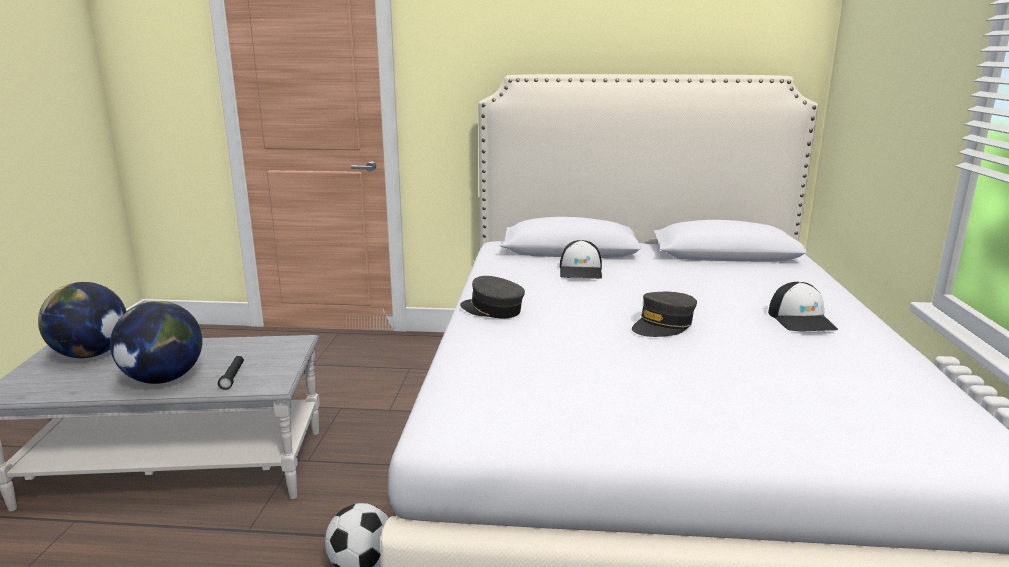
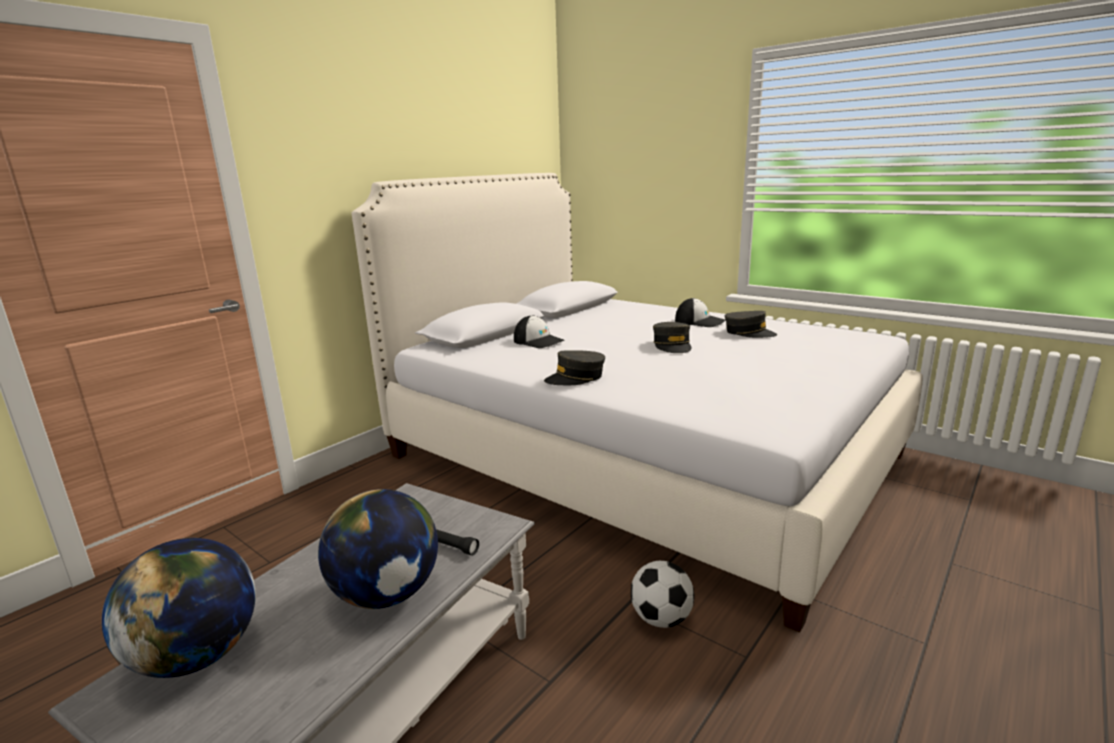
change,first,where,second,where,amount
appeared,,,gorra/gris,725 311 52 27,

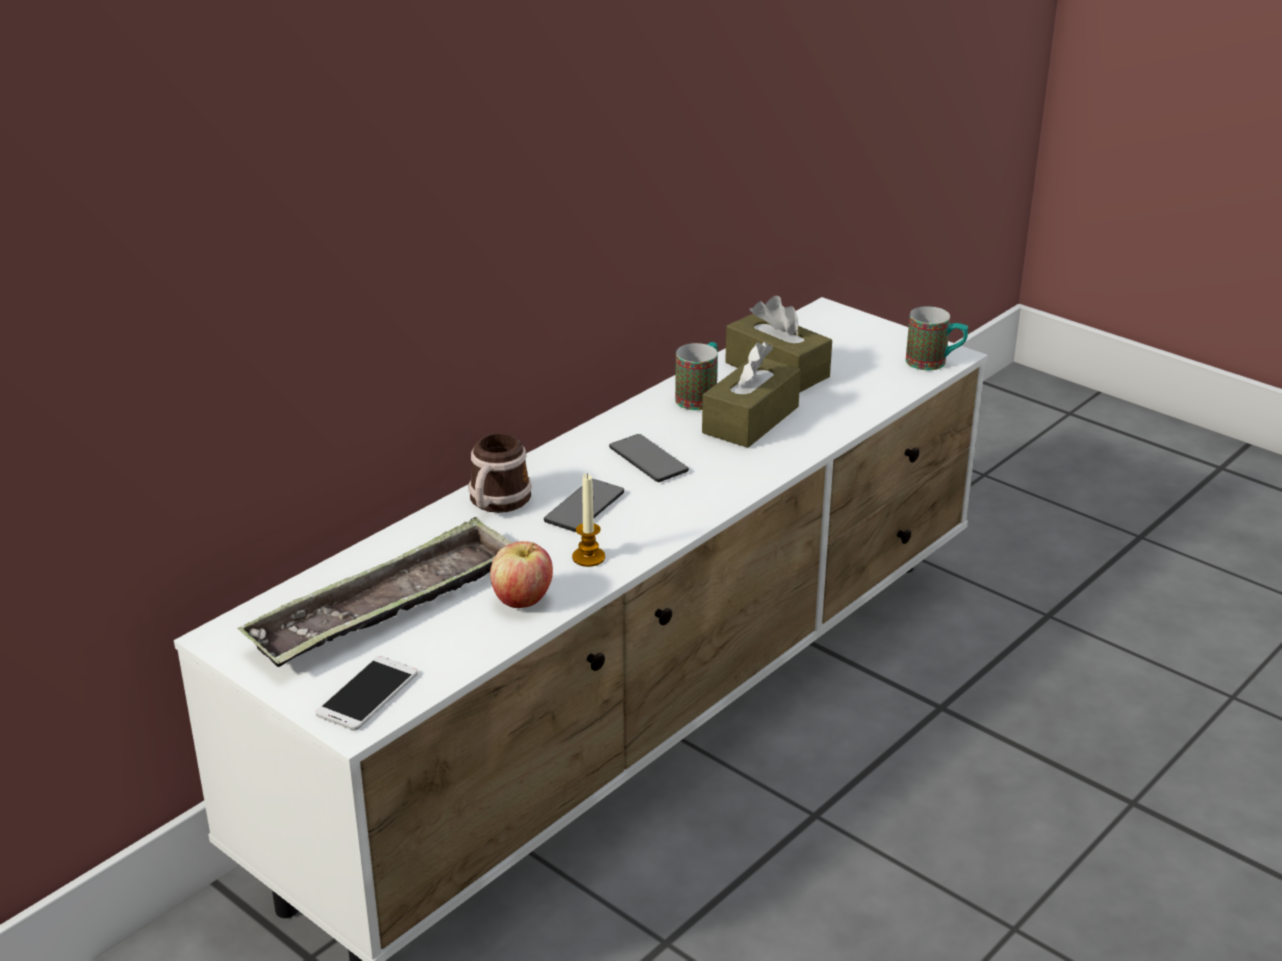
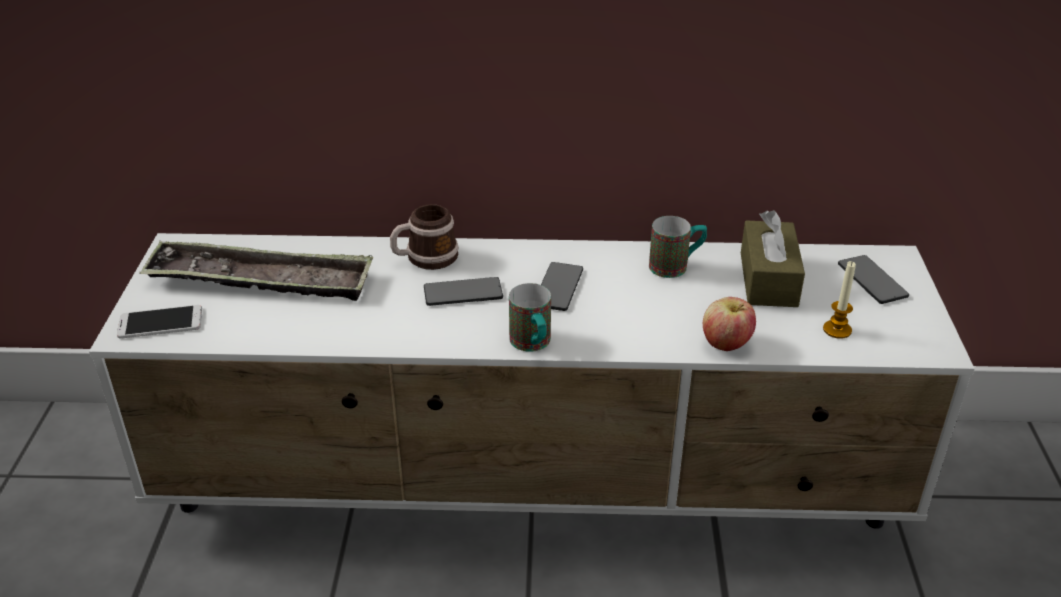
change,first,where,second,where,amount
relocated,manzana,490 541 63 67,,703 297 53 54,
relocated,vela,572 473 33 94,,823 261 33 78,
missing,caja de pañuelos/marrón,702 342 99 106,,,
relocated,taza grande,906 306 62 64,,509 283 42 69,
appeared,,,móvil,838 255 71 49,

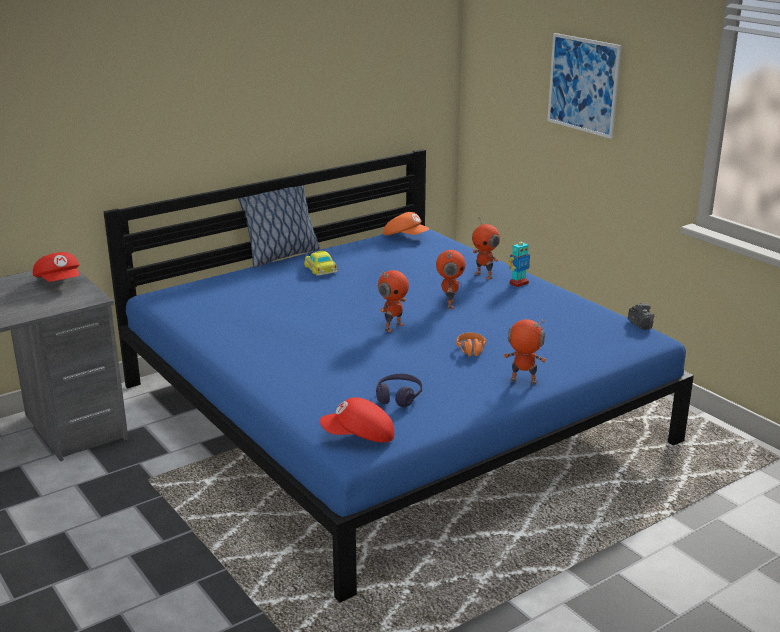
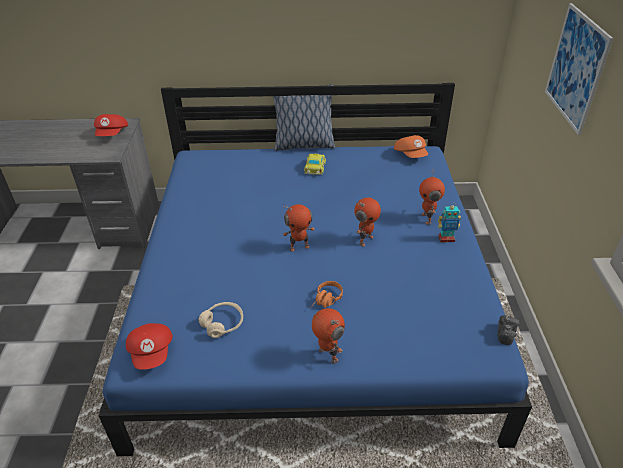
change,first,where,second,where,amount
spun,gorra/rojo,320 397 74 46,,126 323 47 47,135 degrees counterclockwise
colour,auriculares/morado,376 374 46 33,auriculares/beis,199 302 44 36,

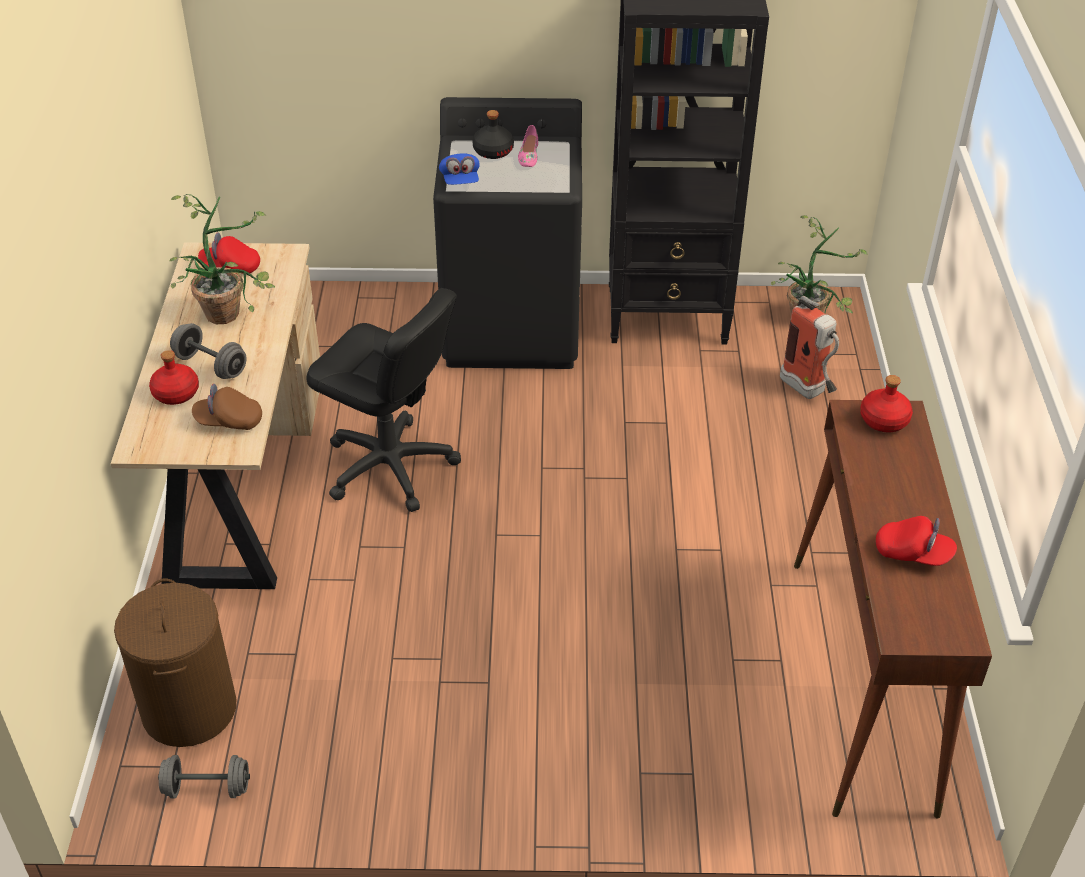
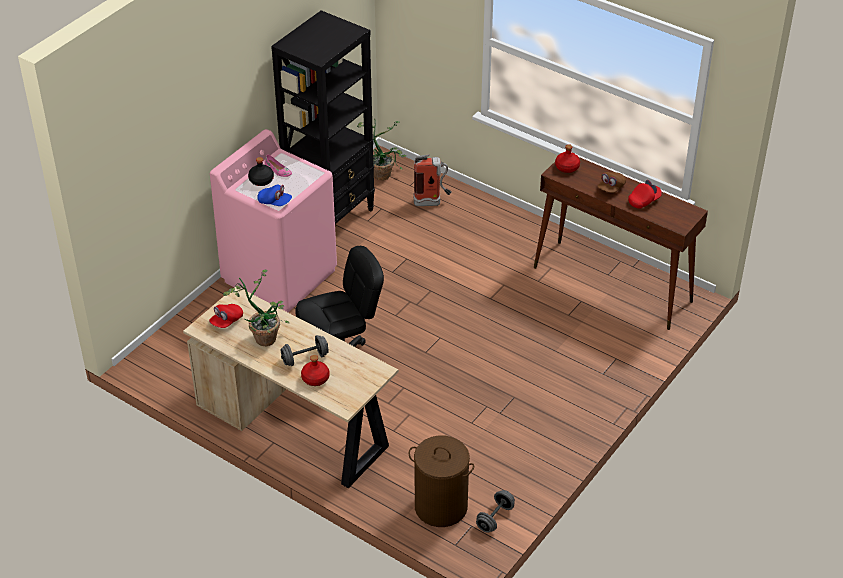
change,first,where,second,where,amount
relocated,gorra/marrón,192 384 70 46,,597 172 29 21,
colour,lavadora/negro,433 97 149 272,lavadora/rosa,210 129 127 183,

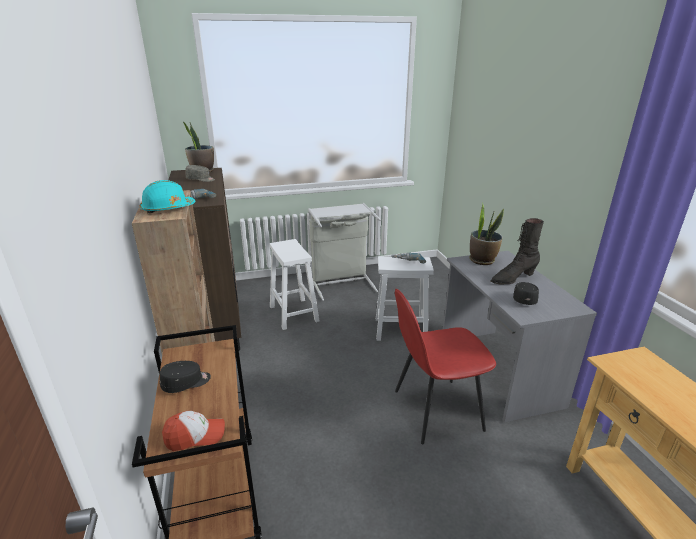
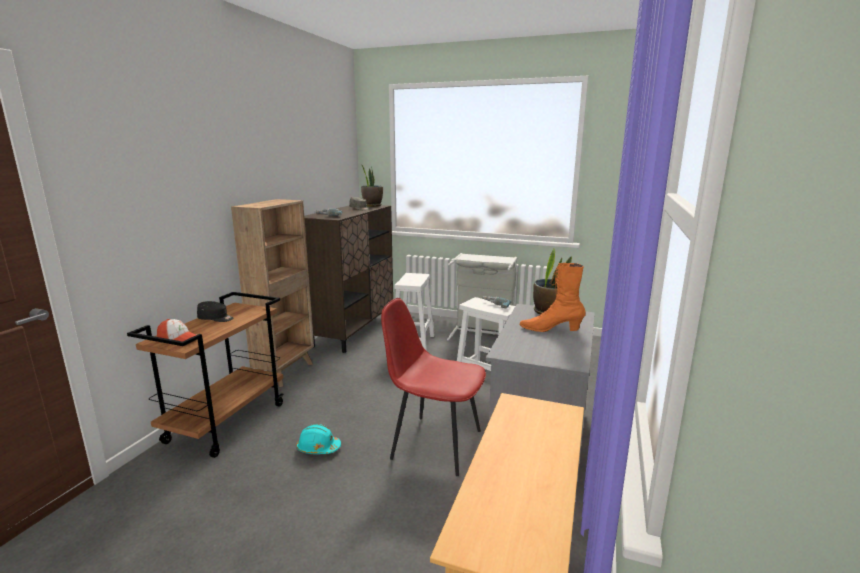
change,first,where,second,where,amount
relocated,casco/turquesa,140 180 55 33,,296 424 45 30,
colour,bota/negro,490 218 54 66,bota/naranja,519 263 66 69,
missing,gorra/negro,513 282 26 23,,,

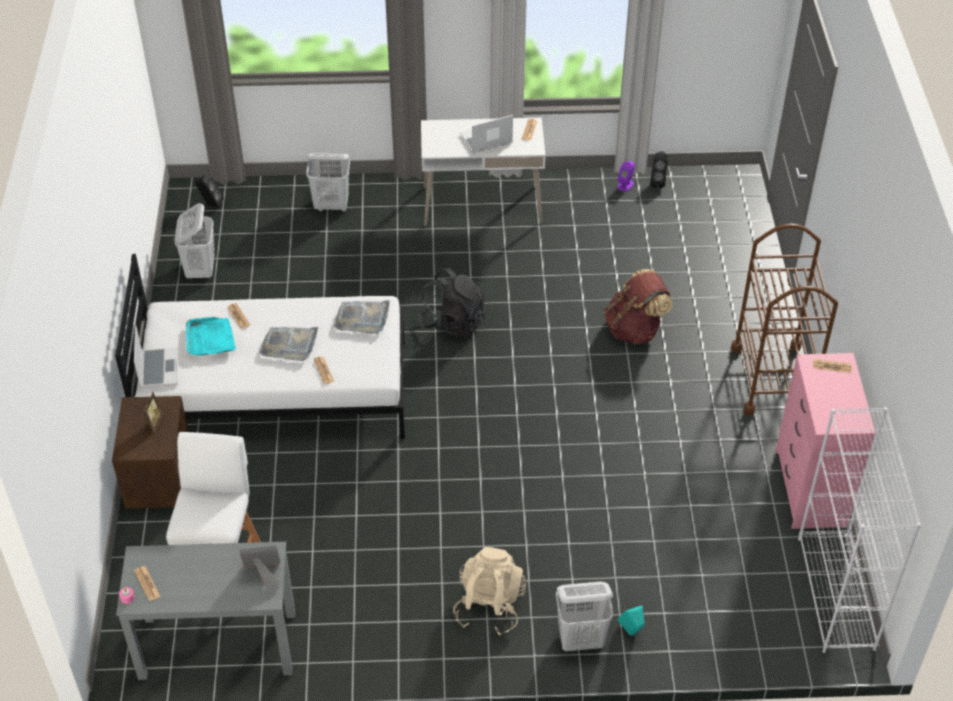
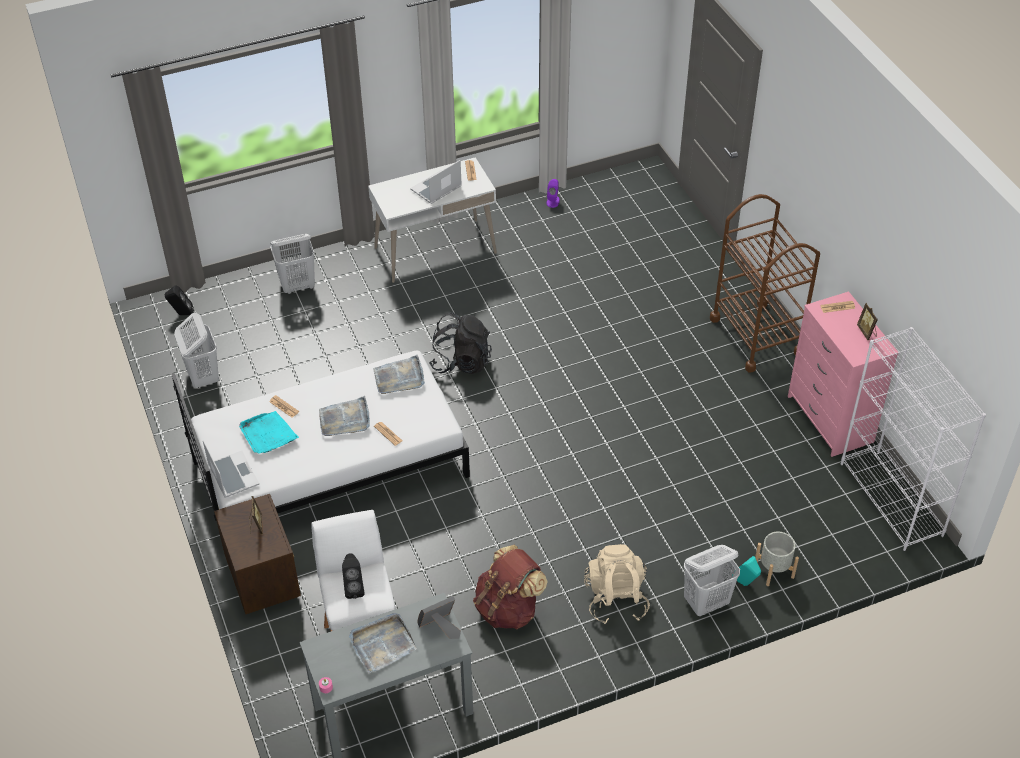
change,first,where,second,where,amount
missing,periódico,134 566 26 35,,,
relocated,mochila/marrón,604 269 69 76,,473 544 75 86,
relocated,altavoz/negro,650 151 18 37,,342 553 22 46,
appeared,,,bandeja/gris,349 613 68 60,
appeared,,,maceta/gris,755 532 44 54,
appeared,,,portarretratos,857 303 21 37,

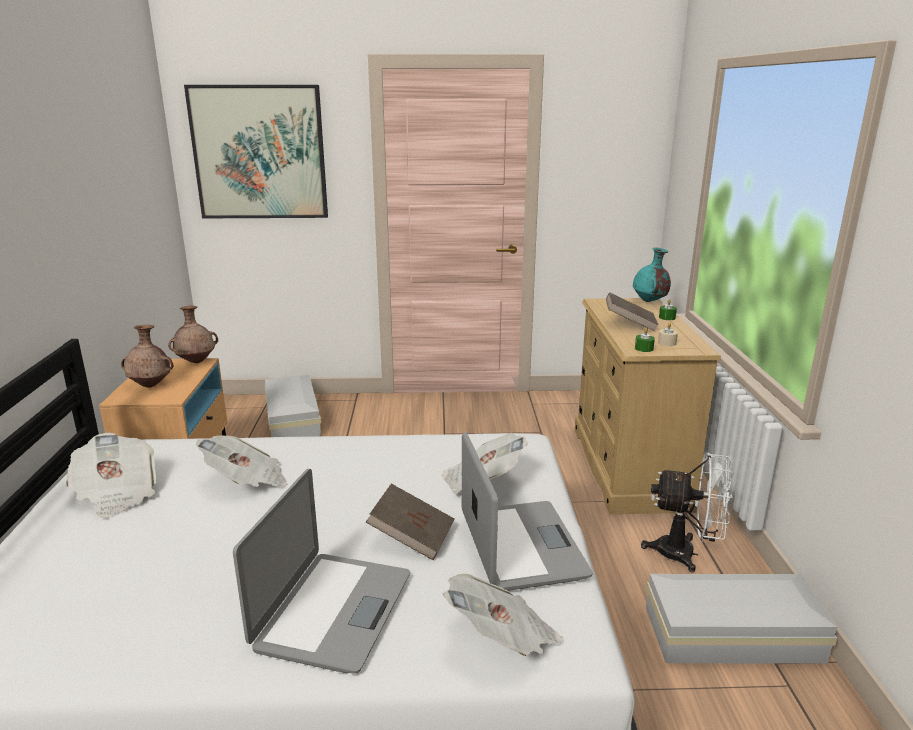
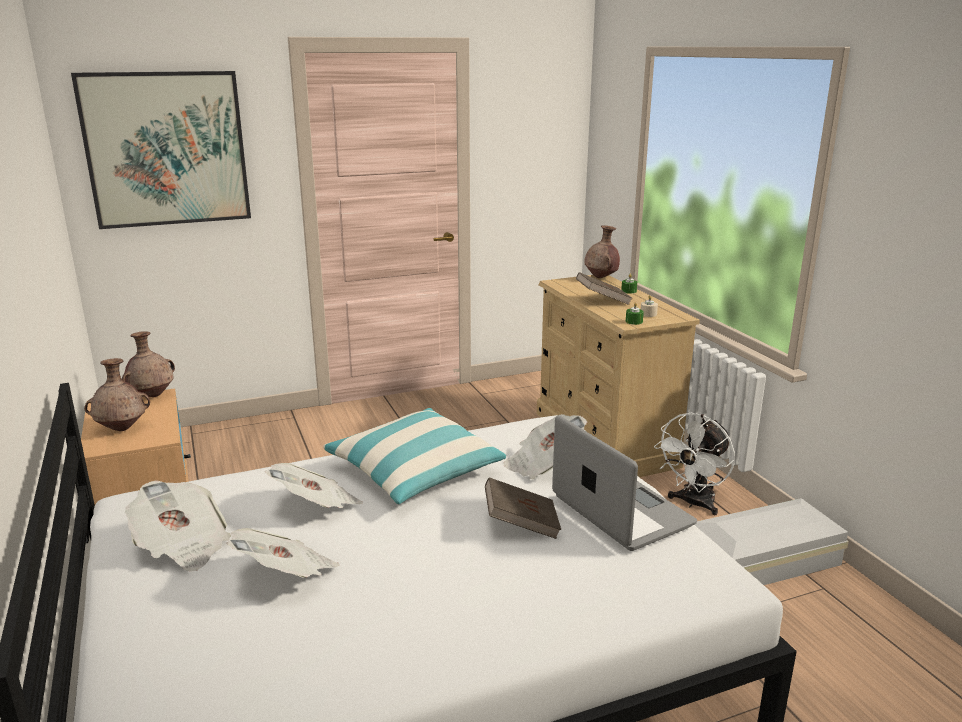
change,first,where,second,where,amount
missing,portátil,233 469 177 205,,,
missing,caja de almacenaje/blanco,265 375 56 62,,,
relocated,periódico,443 574 121 82,,226 528 113 50,
colour,florero/turquesa,633 247 38 55,florero/marrón,584 225 36 53,
spun,ventilador/blanco,641 452 92 121,,654 413 81 102,135 degrees clockwise
appeared,,,cojín,323 408 183 96,

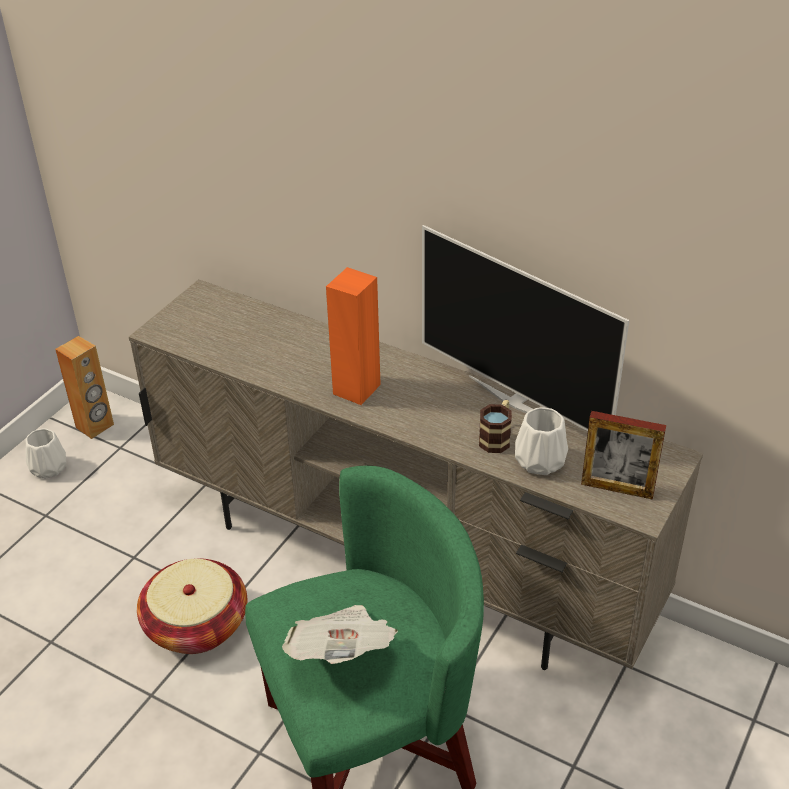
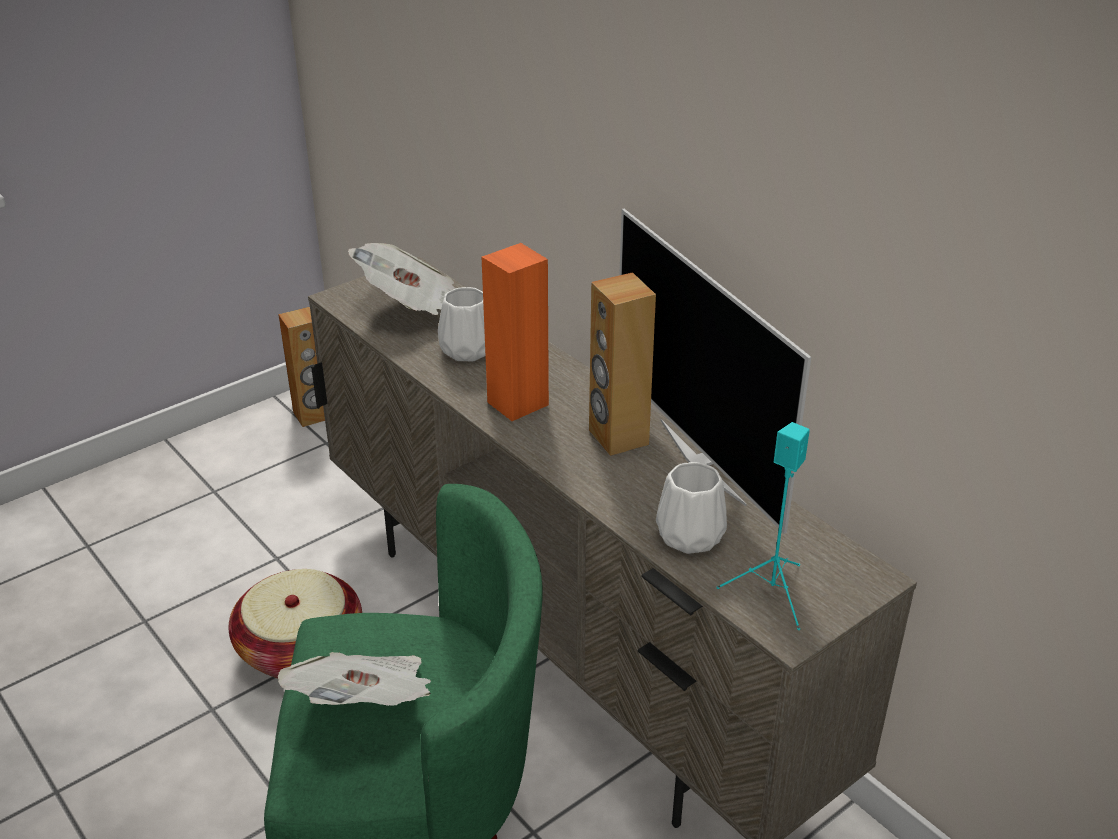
change,first,where,second,where,amount
relocated,florero/blanco,25 428 42 51,,438 287 47 74,
missing,taza grande,479 400 33 53,,,
exchanged,portarretratos,581 411 85 89,altavoz/turquesa,716 422 94 208,
appeared,,,periódico,348 243 108 72,
appeared,,,altavoz/marrón,589 272 67 184,

